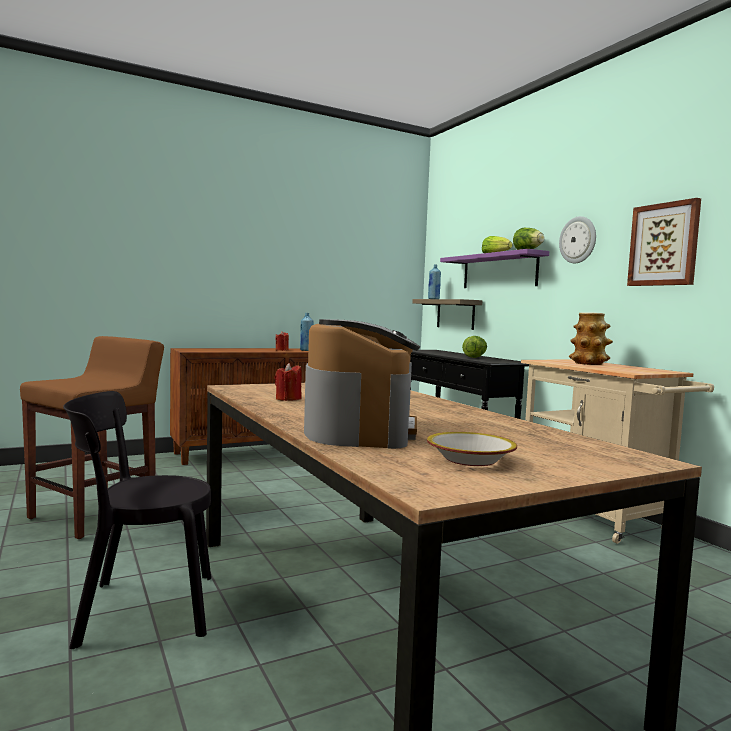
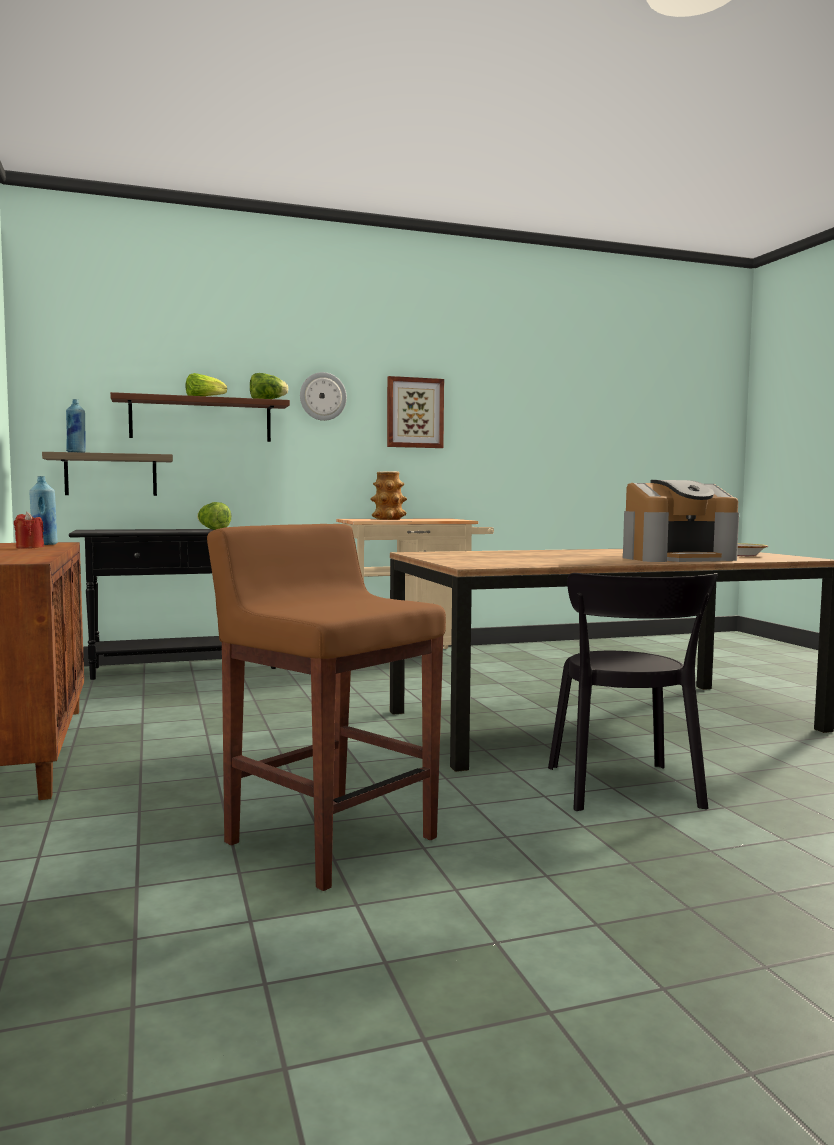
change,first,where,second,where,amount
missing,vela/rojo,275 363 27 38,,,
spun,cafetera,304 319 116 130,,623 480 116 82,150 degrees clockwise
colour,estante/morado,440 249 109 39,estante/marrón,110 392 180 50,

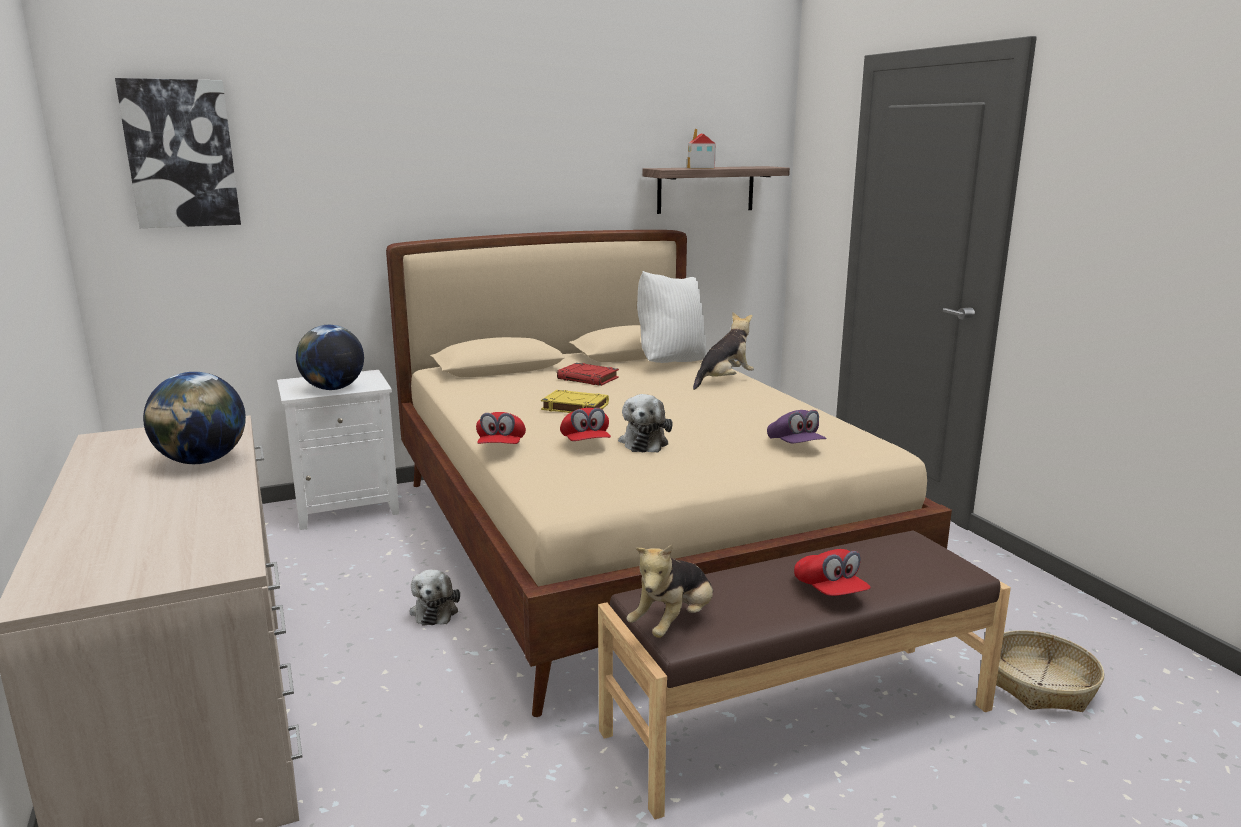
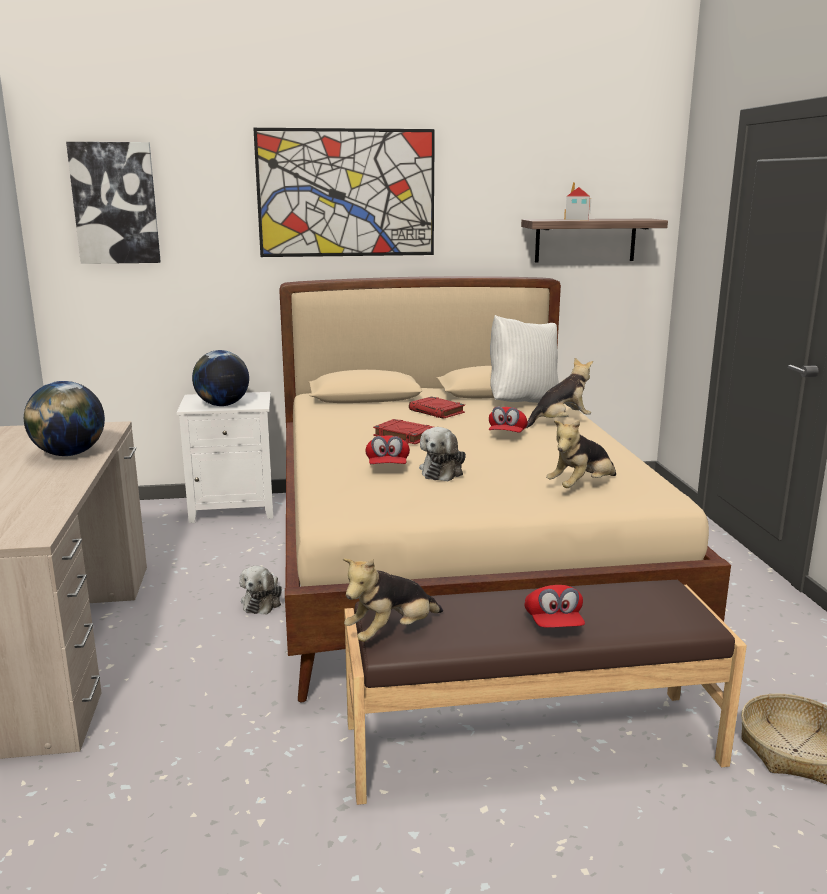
change,first,where,second,where,amount
relocated,gorra/rojo,476 412 50 32,,489 406 39 27,
colour,libro/amarillo,541 390 68 23,libro/rojo,373 419 60 25,
exchanged,gorra/morado,767 410 60 33,peluche,546 420 70 68,
appeared,,,cuadro,253 128 182 129,

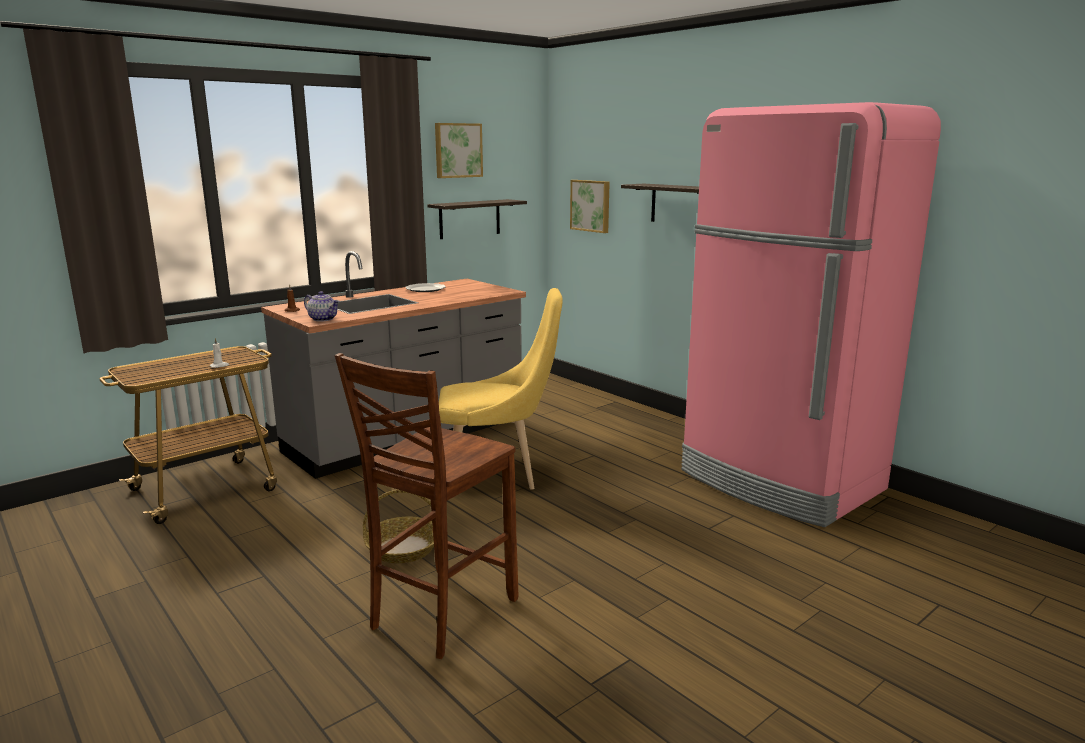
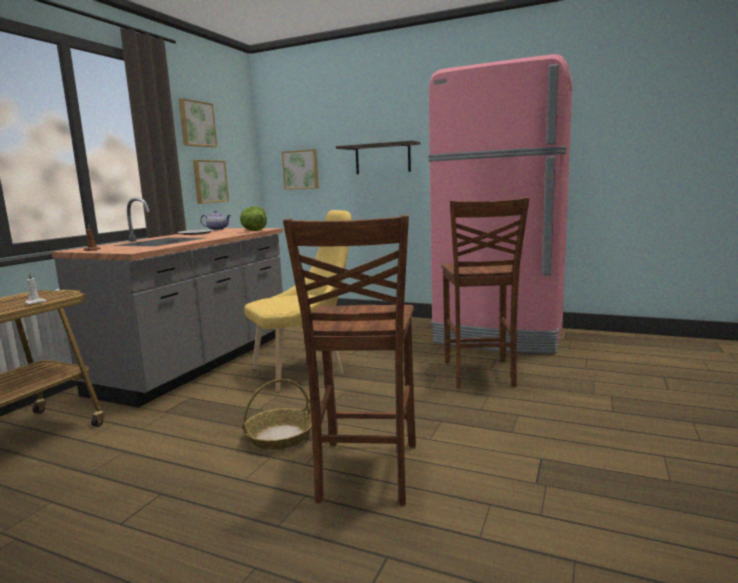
change,first,where,second,where,amount
relocated,tetera,304 291 36 31,,200 211 31 19,
exchanged,estante,427 199 100 40,cuadro,193 160 36 44,
appeared,,,lechuga,240 206 27 25,
appeared,,,silla/marrón,441 197 89 192,

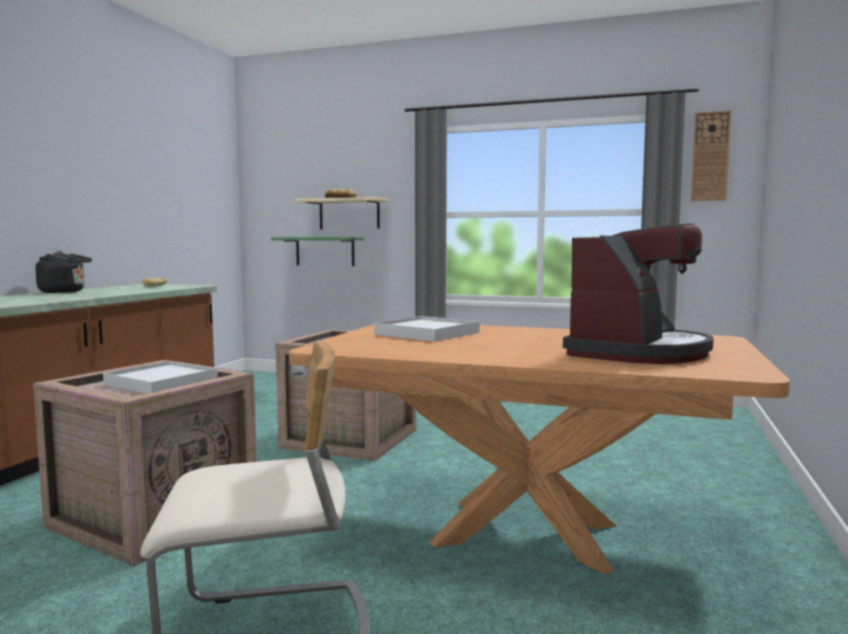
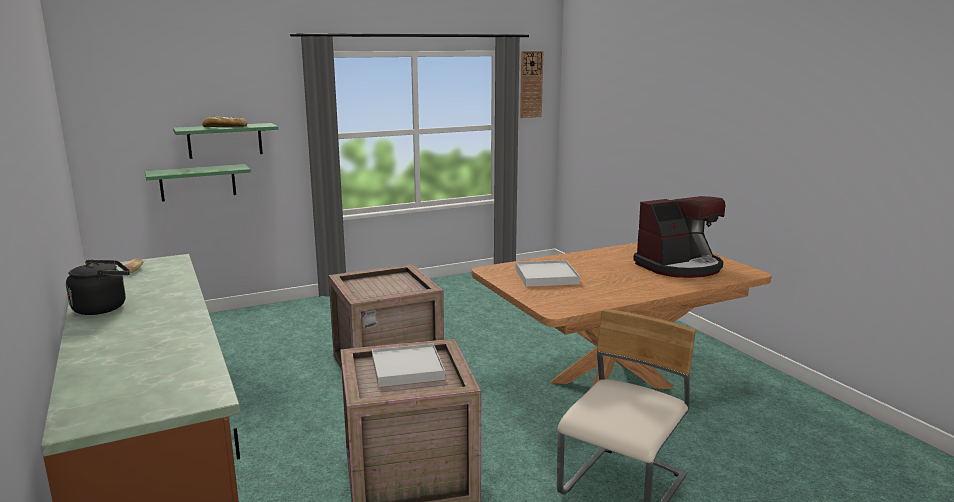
change,first,where,second,where,amount
colour,estante/beis,295 197 95 32,estante/verde,173 123 105 36,
spun,cafetera,563 223 151 141,,633 196 92 82,75 degrees clockwise

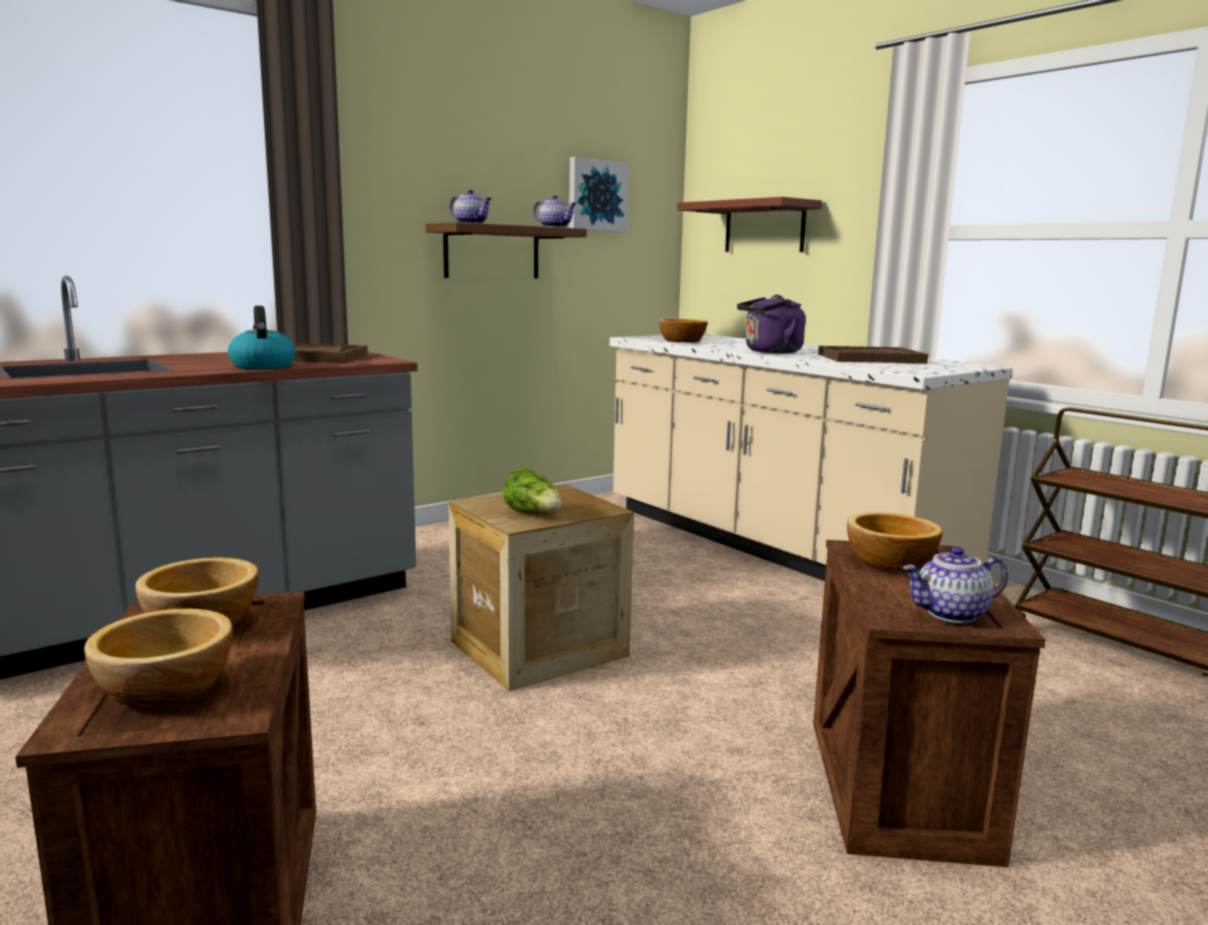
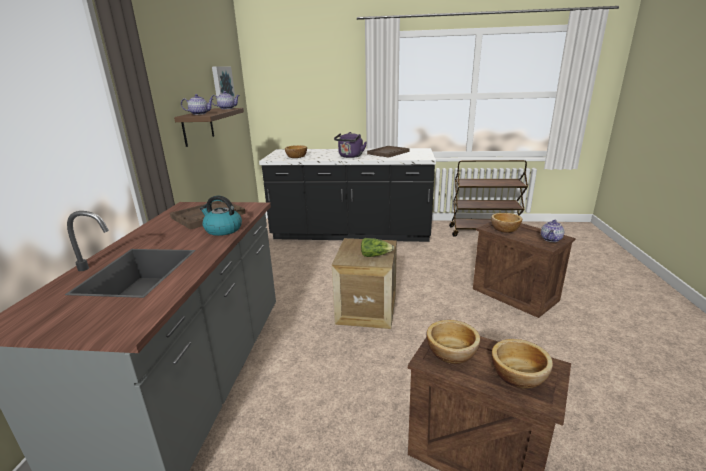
change,first,where,second,where,amount
colour,mueble bajo de cocina/beis,610 334 403 247,mueble bajo de cocina/negro,259 148 177 94,
missing,estante/marrón,677 197 145 55,,,

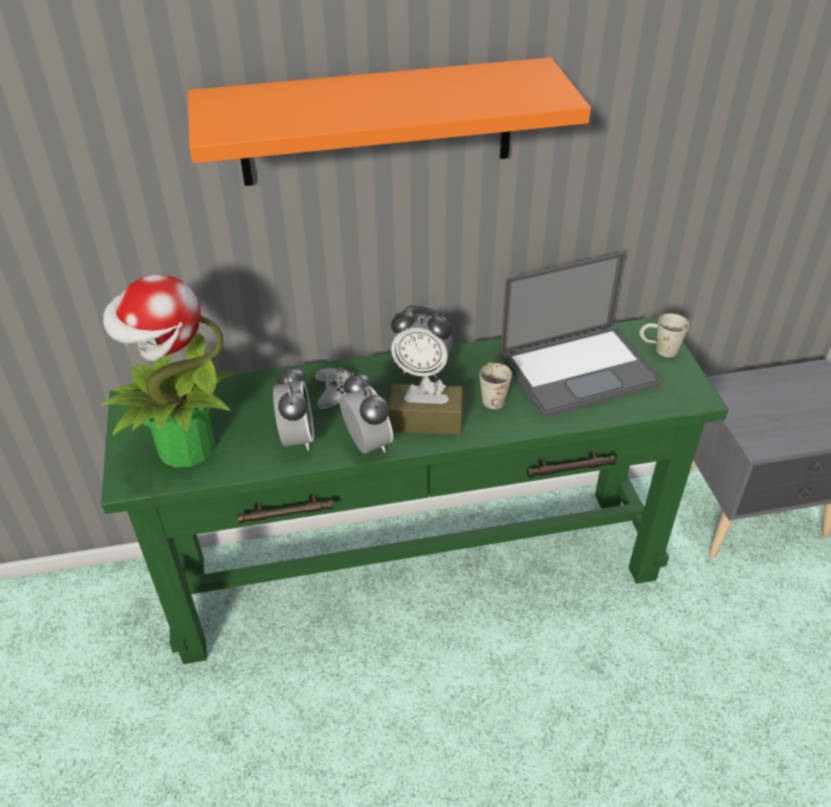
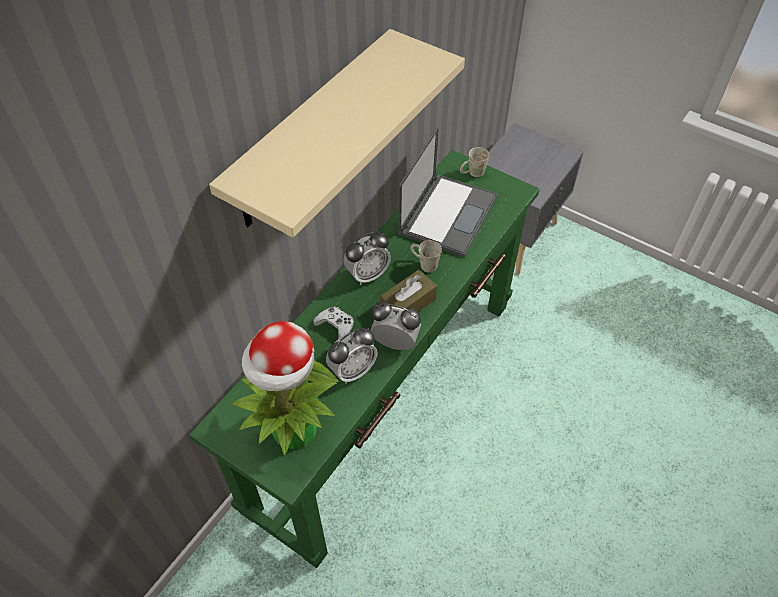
change,first,where,second,where,amount
colour,estante/naranja,188 57 403 129,estante/beis,209 29 256 209,
spun,despertador,273 365 41 86,,326 328 51 56,105 degrees clockwise

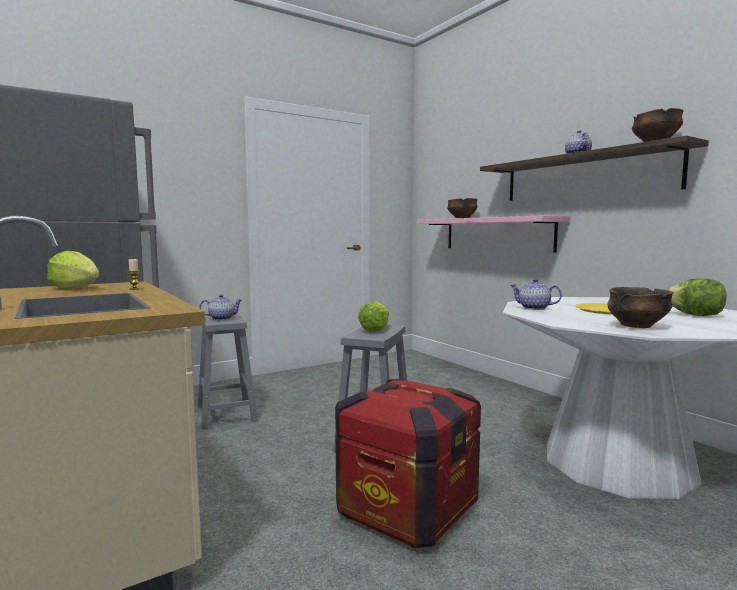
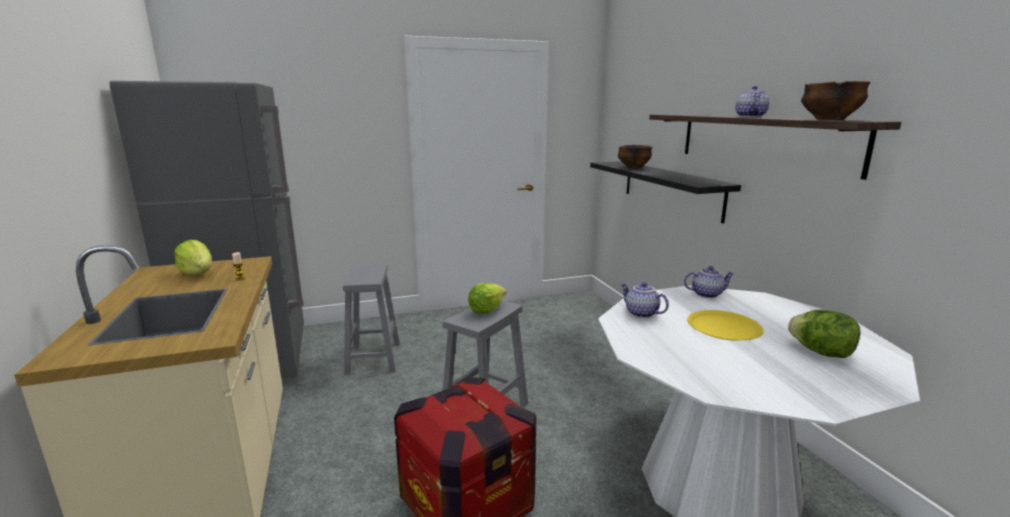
change,first,where,second,where,amount
relocated,tetera,199 294 43 26,,684 266 51 32,
colour,estante/rosa,417 216 153 37,estante/negro,590 161 151 63,
missing,cuenco,607 287 67 41,,,

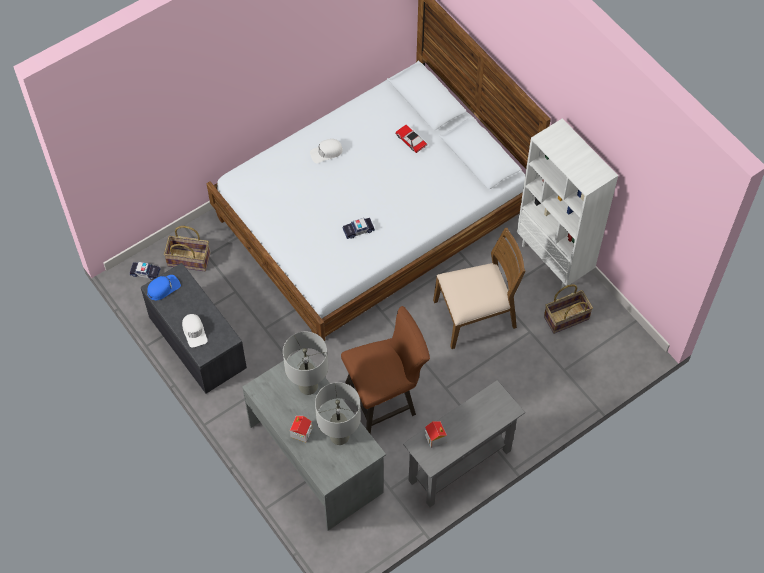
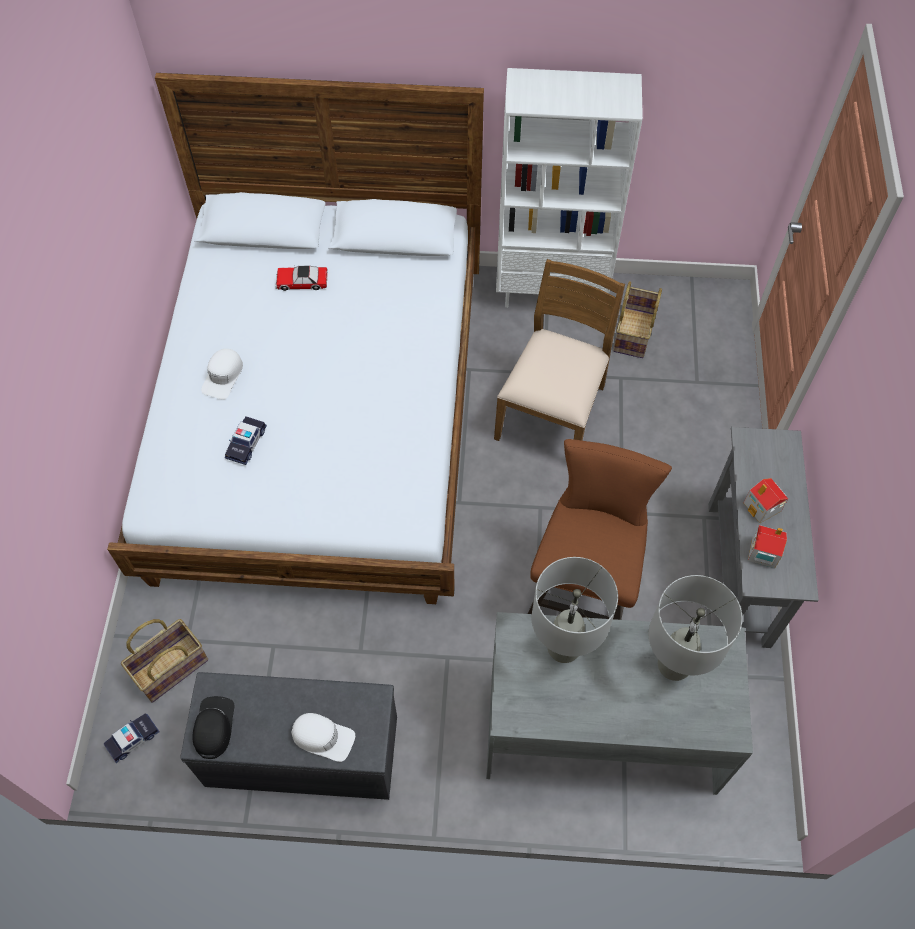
change,first,where,second,where,amount
colour,gorra/azul,147 275 34 25,gorra/negro,193 696 41 63,
relocated,casita,290 416 22 26,,744 478 44 45,
relocated,coche de juguete,342 218 33 21,,225 416 42 49,

